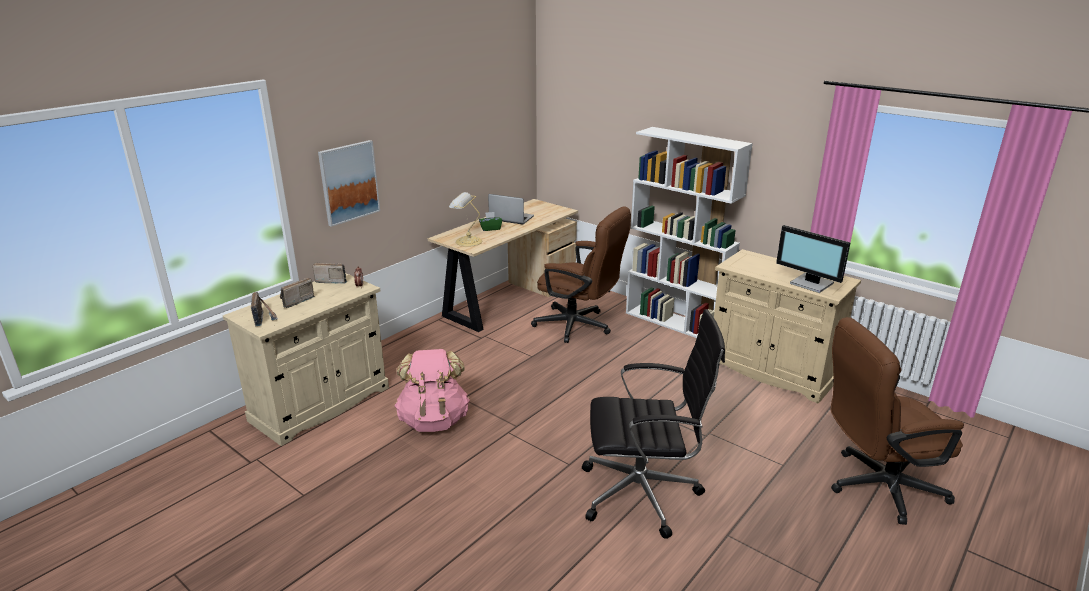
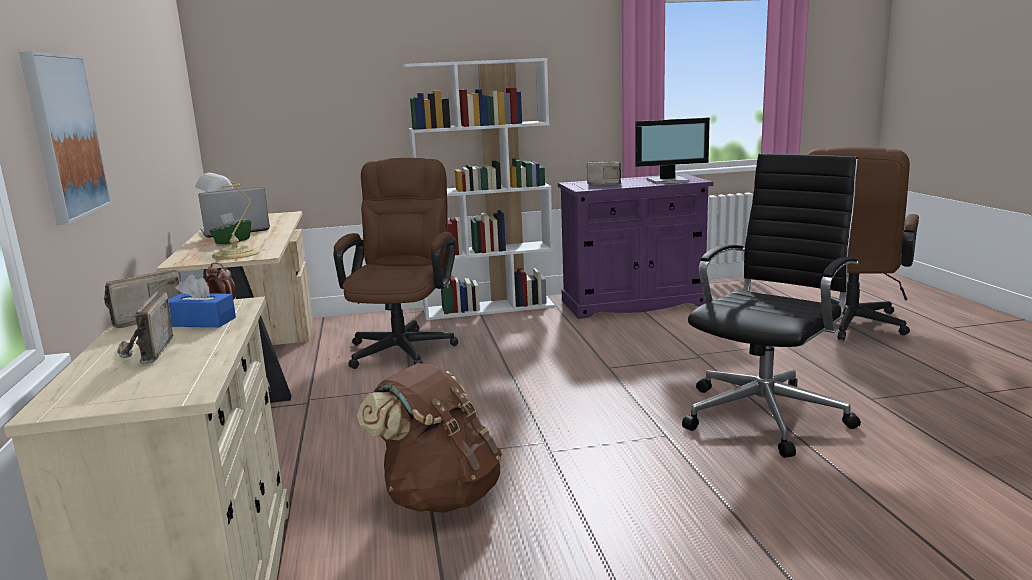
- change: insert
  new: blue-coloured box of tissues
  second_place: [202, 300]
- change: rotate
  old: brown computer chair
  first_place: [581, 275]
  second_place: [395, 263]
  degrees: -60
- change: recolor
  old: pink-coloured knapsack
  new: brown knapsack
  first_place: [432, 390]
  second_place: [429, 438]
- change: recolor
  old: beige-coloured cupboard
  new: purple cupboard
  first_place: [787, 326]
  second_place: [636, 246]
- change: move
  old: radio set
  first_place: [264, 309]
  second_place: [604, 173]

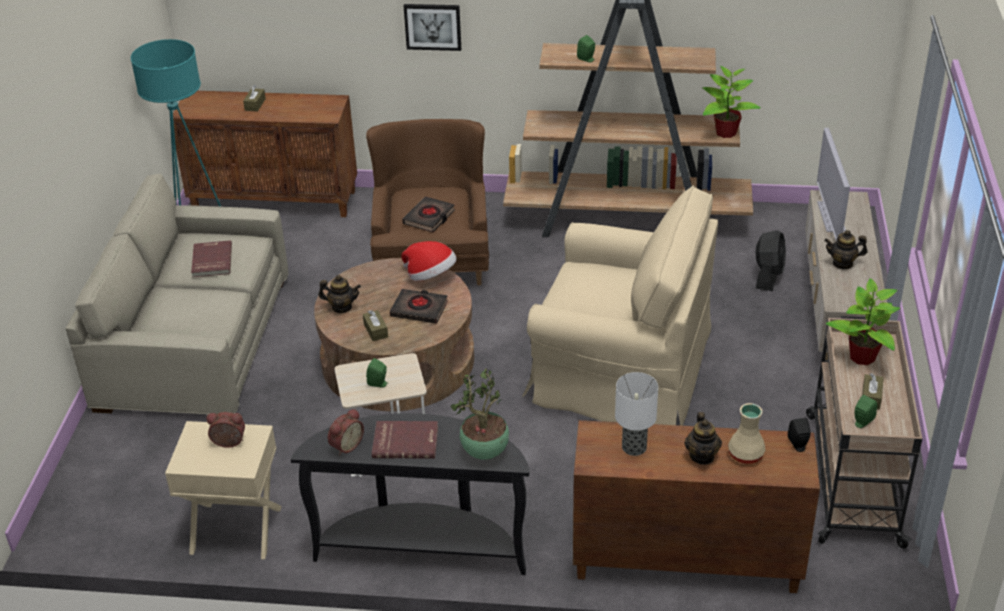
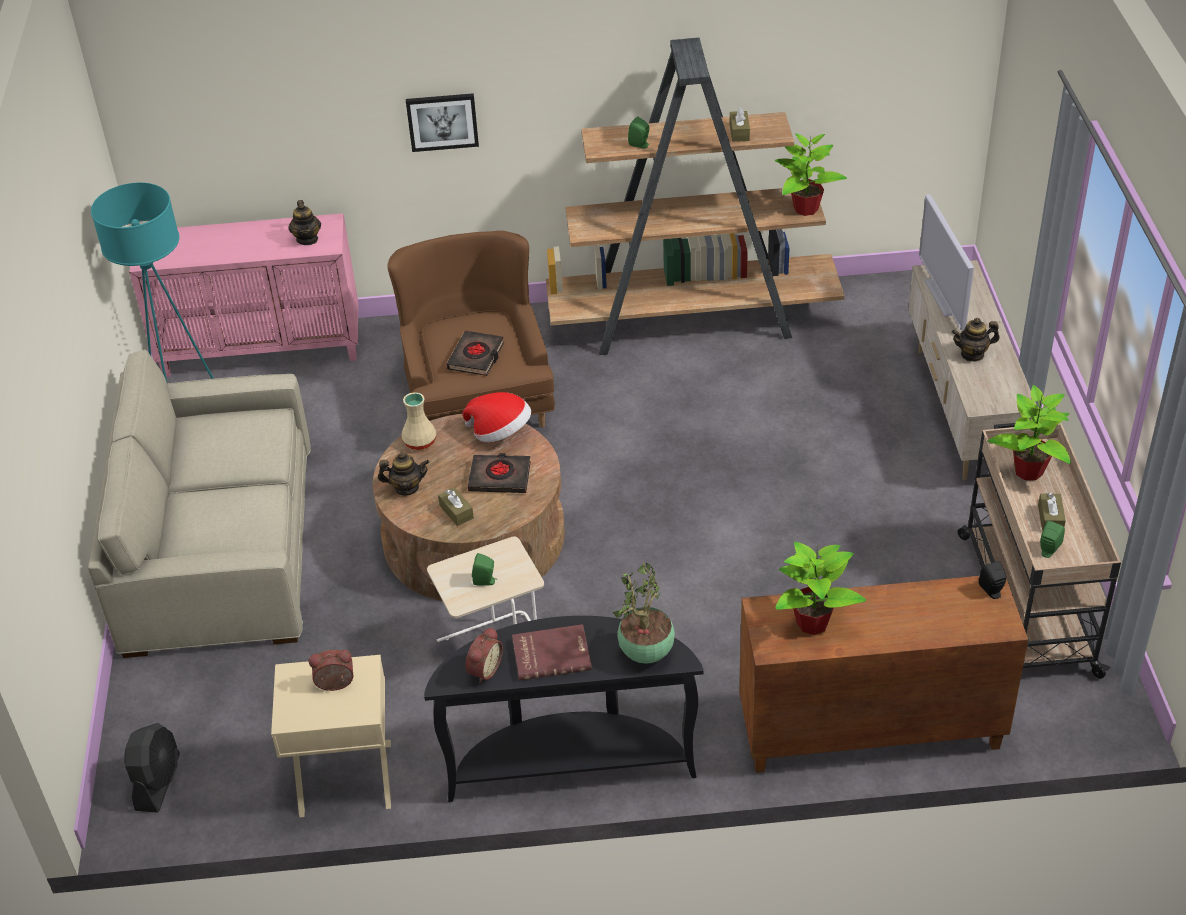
- change: move
  old: blackish electric fan
  first_place: [771, 260]
  second_place: [152, 768]
- change: recolor
  old: brown cupboard
  new: pink-coloured cupboard
  first_place: [265, 154]
  second_place: [243, 295]
- change: move
  old: tea pot
  first_place: [703, 438]
  second_place: [304, 222]
- change: move
  old: beige-coloured flower vase
  first_place: [747, 433]
  second_place: [418, 421]
- change: move
  old: brown box of tissues
  first_place: [254, 98]
  second_place: [740, 124]
- change: replace
  old: lamp for a table
  new: potted plant
  first_place: [636, 414]
  second_place: [820, 588]
- change: delete
  old: red-coloured book
  first_place: [211, 258]
- change: delete
  old: beige-coloured armchair
  first_place: [620, 306]

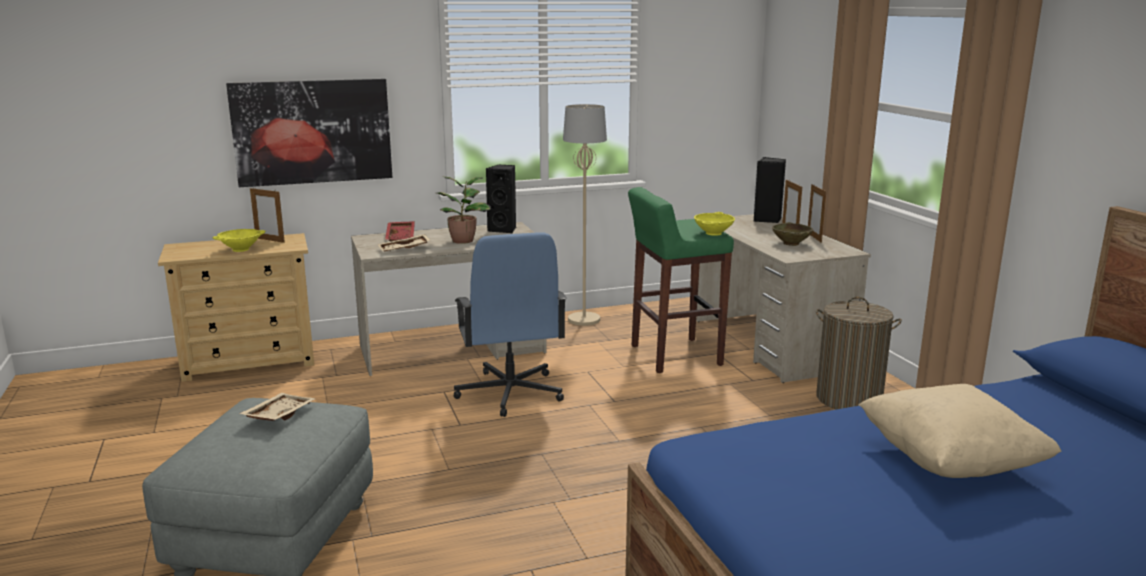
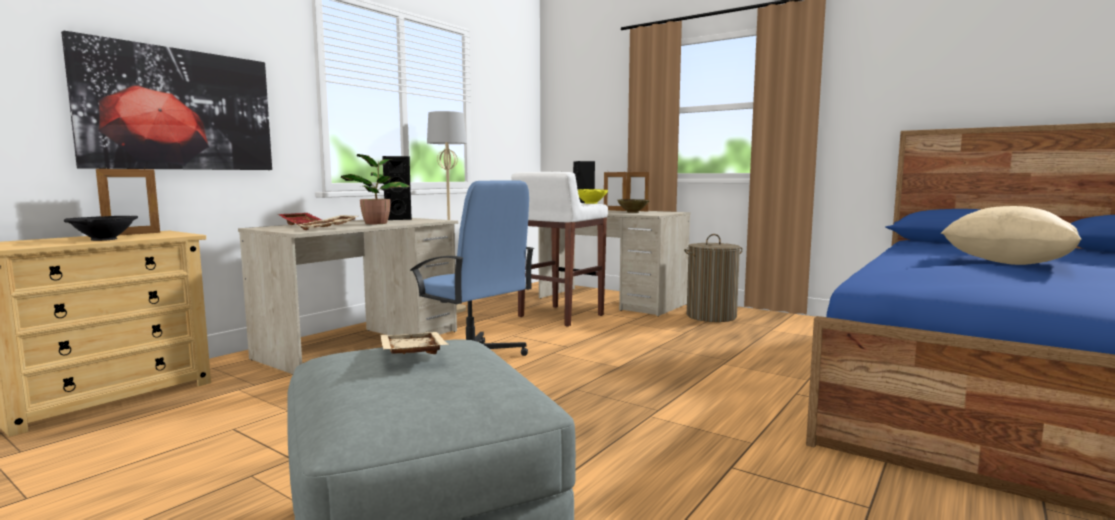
- change: recolor
  old: yellow-coloured deep dish
  new: blackish deep dish
  first_place: [239, 240]
  second_place: [101, 228]
- change: rotate
  old: standing frame
  first_place: [267, 215]
  second_place: [128, 201]
  degrees: -45
- change: recolor
  old: green sitting stool
  new: white-coloured sitting stool
  first_place: [681, 280]
  second_place: [559, 249]

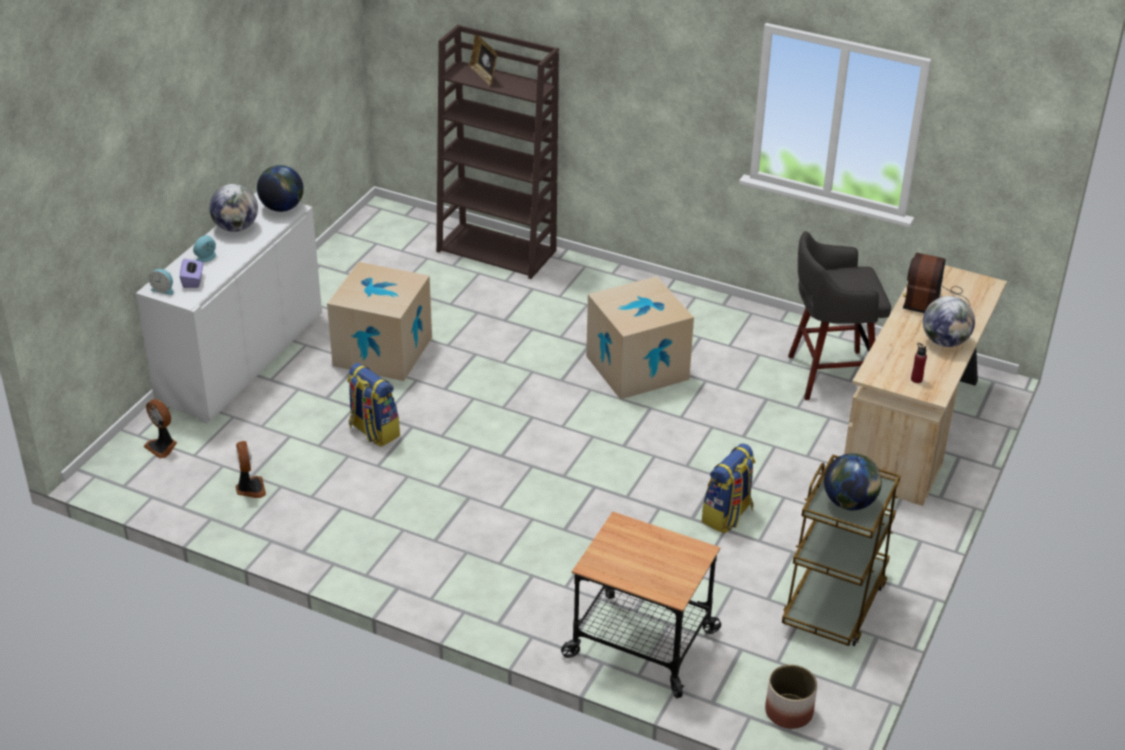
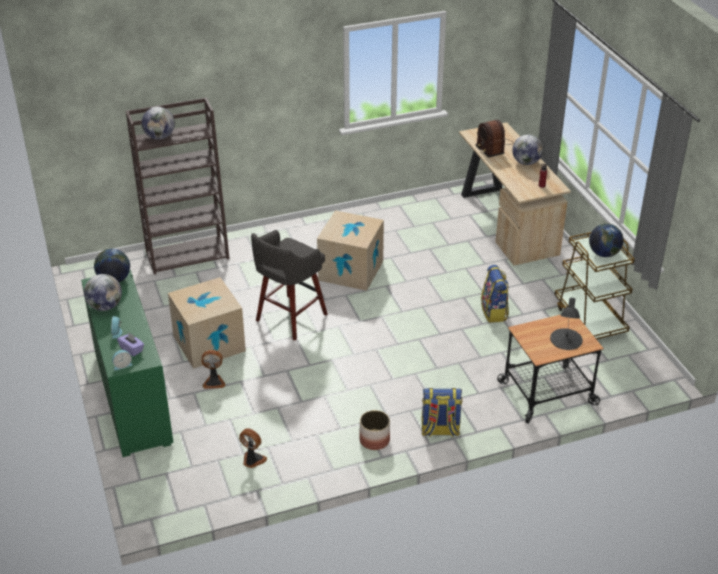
- change: recolor
  old: white-coloured cupboard
  new: green cupboard
  first_place: [229, 308]
  second_place: [127, 363]
- change: replace
  old: standing frame
  new: globe
  first_place: [483, 60]
  second_place: [158, 123]
- change: move
  old: electric fan
  first_place: [160, 429]
  second_place: [213, 369]
- change: move
  old: greyish sitting stool
  first_place: [839, 315]
  second_place: [289, 285]
- change: move
  old: planter
  first_place: [791, 697]
  second_place: [374, 430]
- change: move
  old: knapsack
  first_place: [373, 405]
  second_place: [442, 412]
- change: insert
  new: blackish lamp for a table
  second_place: [566, 324]

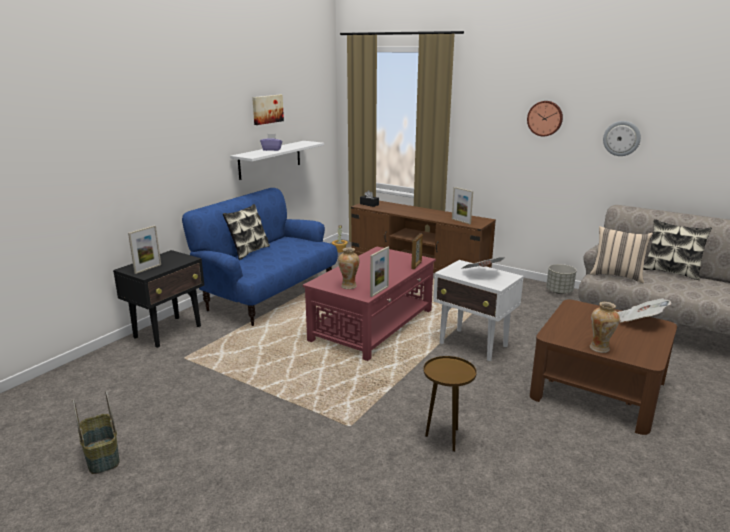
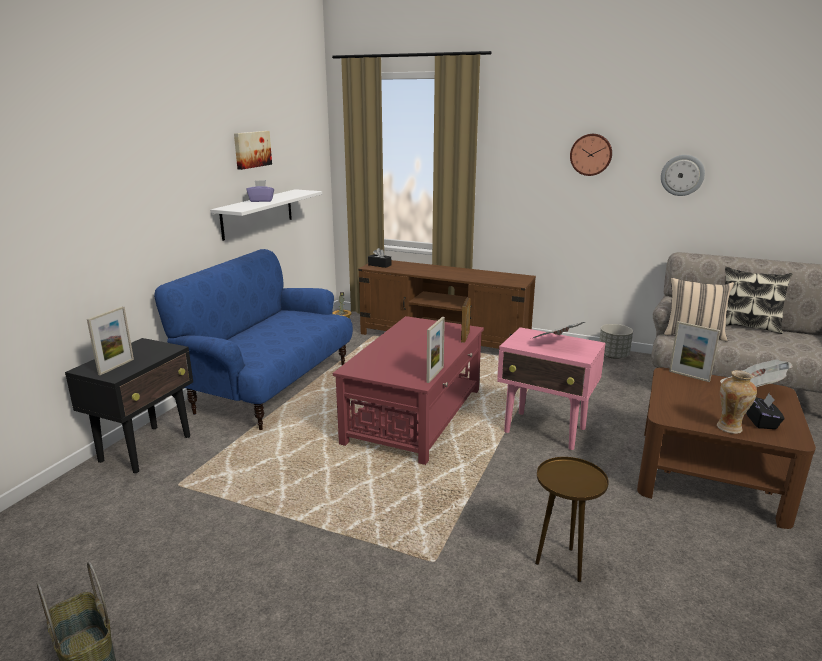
- change: recolor
  old: white-coloured end table
  new: pink-coloured end table
  first_place: [478, 310]
  second_place: [551, 388]
- change: move
  old: standing frame
  first_place: [462, 205]
  second_place: [694, 351]
- change: insert
  new: blackish box of tissues
  second_place: [765, 411]
- change: delete
  old: throw pillow
  first_place: [246, 232]
- change: delete
  old: flower vase
  first_place: [348, 268]

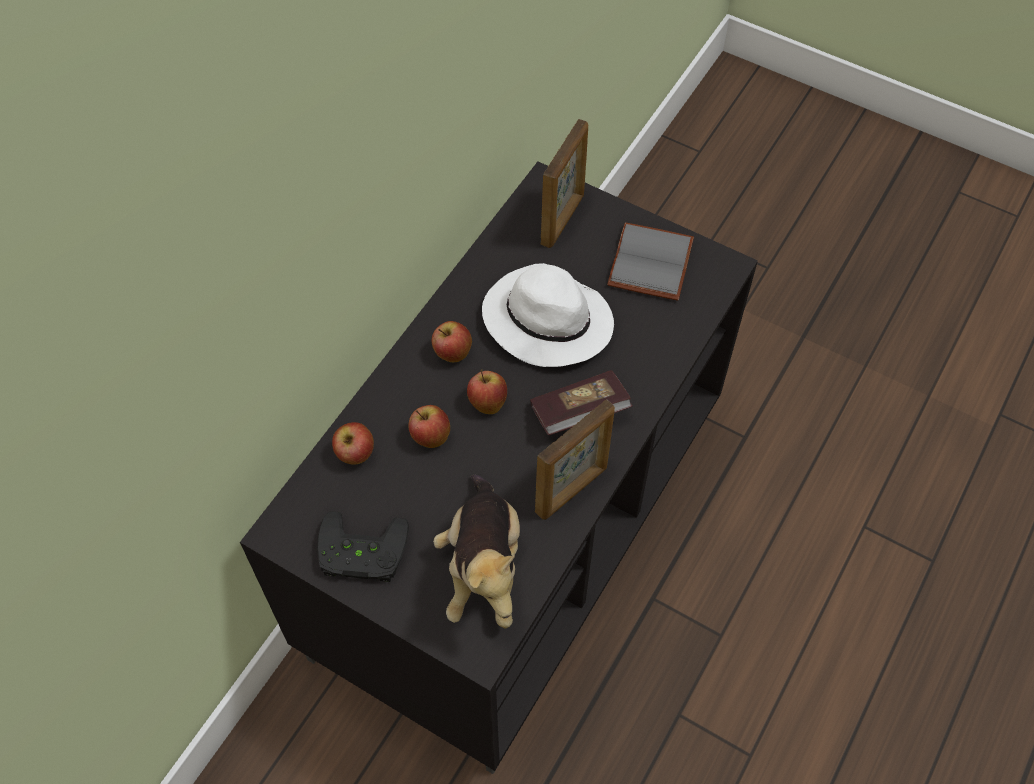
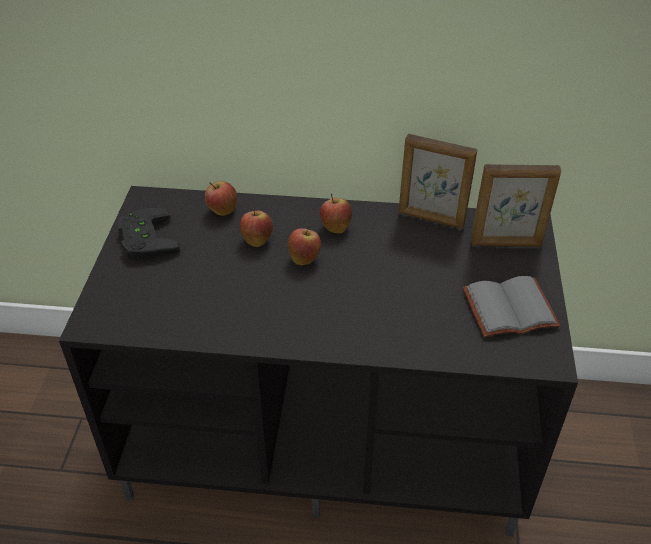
- change: move
  old: standing frame
  first_place: [575, 460]
  second_place: [438, 181]
- change: delete
  old: soft toy
  first_place: [476, 552]
- change: delete
  old: white-coloured wearable hat
  first_place: [548, 315]
- change: delete
  old: book
  first_place: [581, 402]

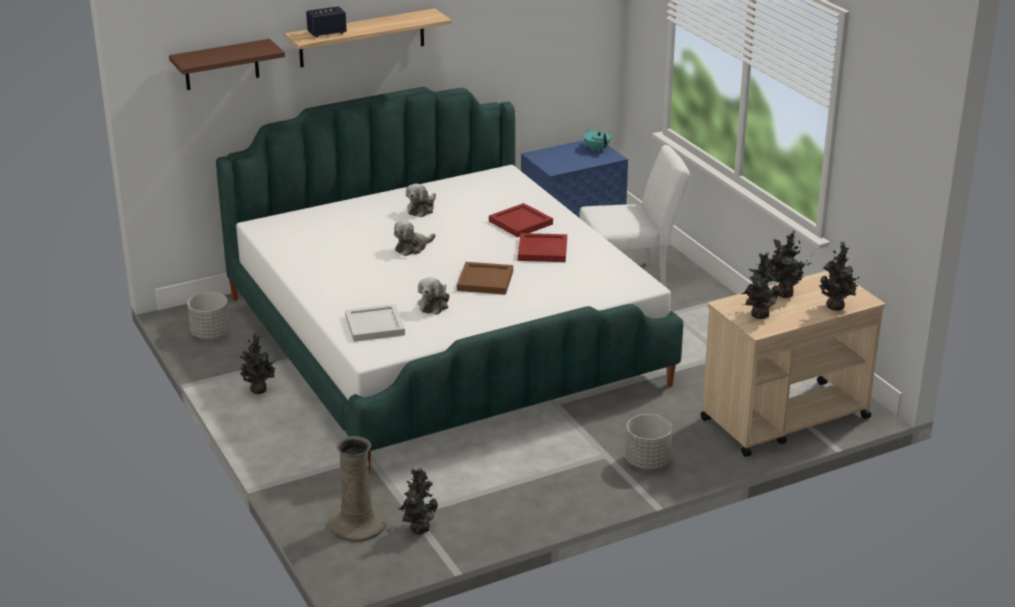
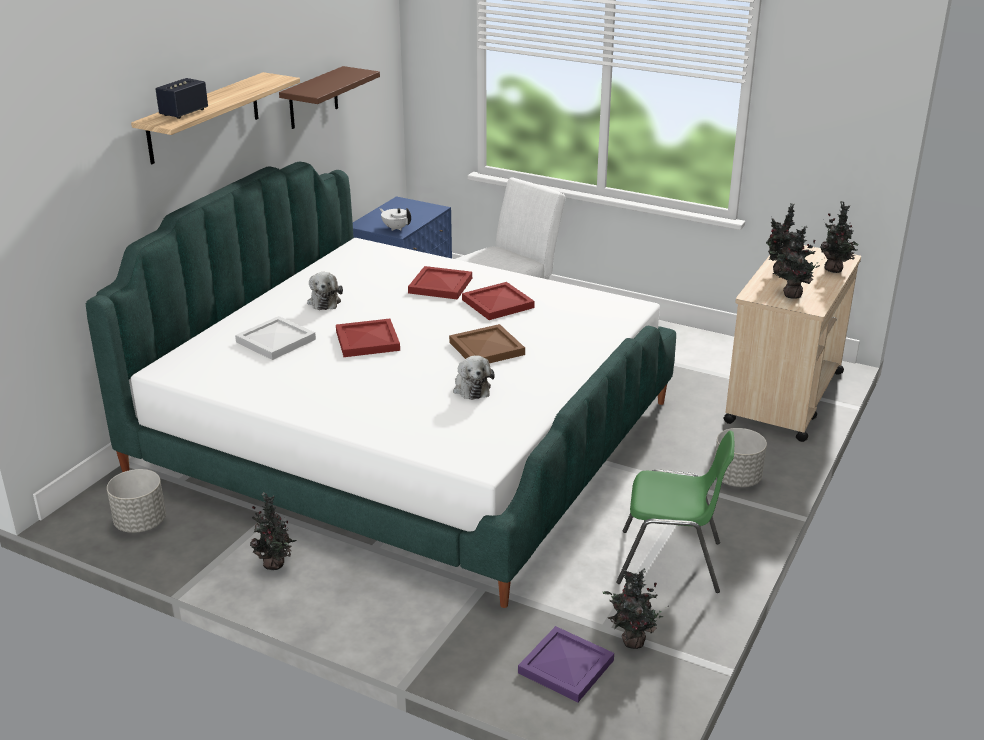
- change: move
  old: white-coloured serving tray
  first_place: [375, 323]
  second_place: [275, 338]
- change: move
  old: brown bracket shelf
  first_place: [227, 64]
  second_place: [329, 97]
- change: replace
  old: soft toy
  new: red-coloured serving tray
  first_place: [415, 238]
  second_place: [368, 338]
- change: insert
  new: white-coloured tea pot
  second_place: [395, 219]
- change: replace
  old: beige-coloured flower vase
  new: purple serving tray
  first_place: [358, 489]
  second_place: [566, 664]
- change: insert
  new: green upright chair
  second_place: [675, 511]
- change: delete
  old: blue-green tea pot
  first_place: [597, 140]

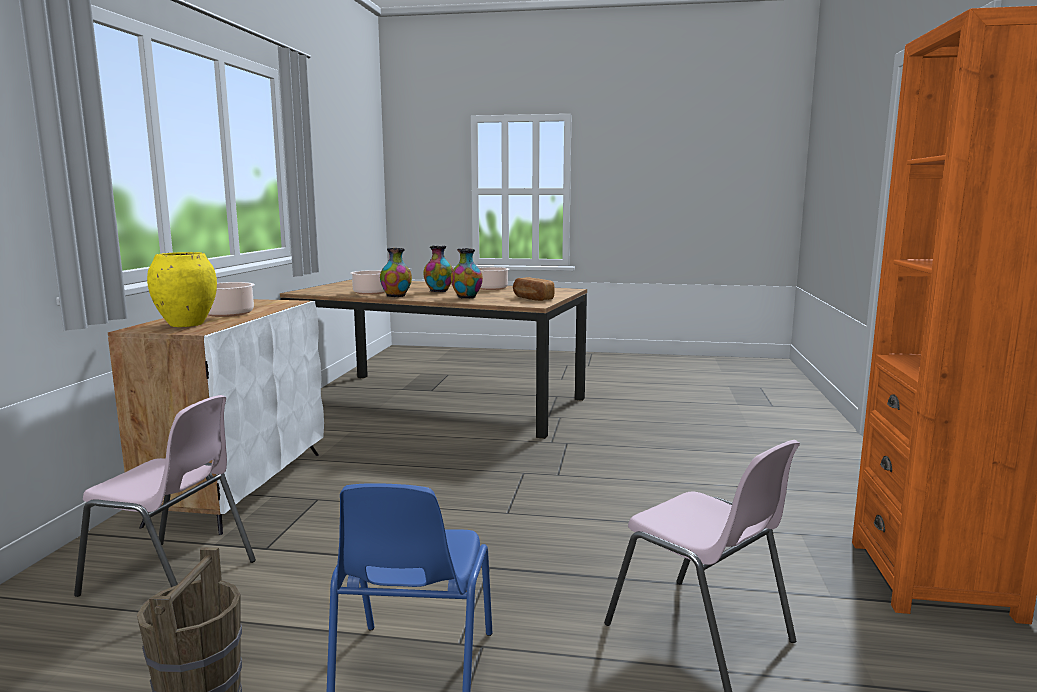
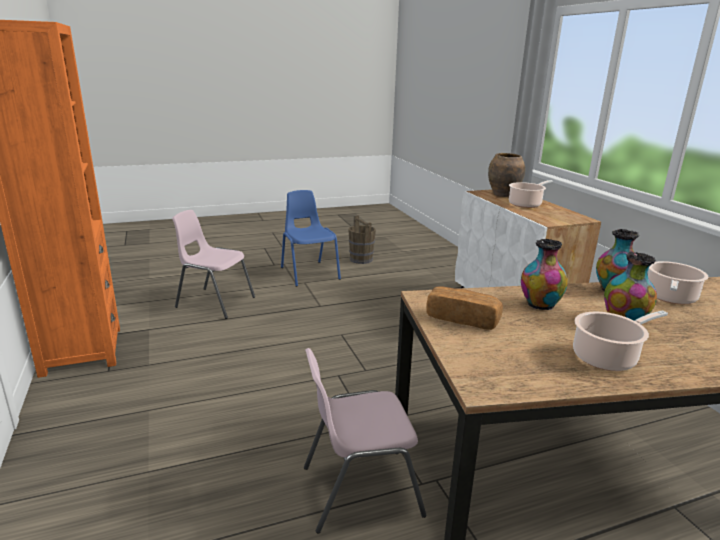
- change: move
  old: pink-coloured upright chair
  first_place: [165, 496]
  second_place: [365, 441]
- change: recolor
  old: yellow-coloured flower vase
  new: brown flower vase
  first_place: [182, 289]
  second_place: [506, 175]

